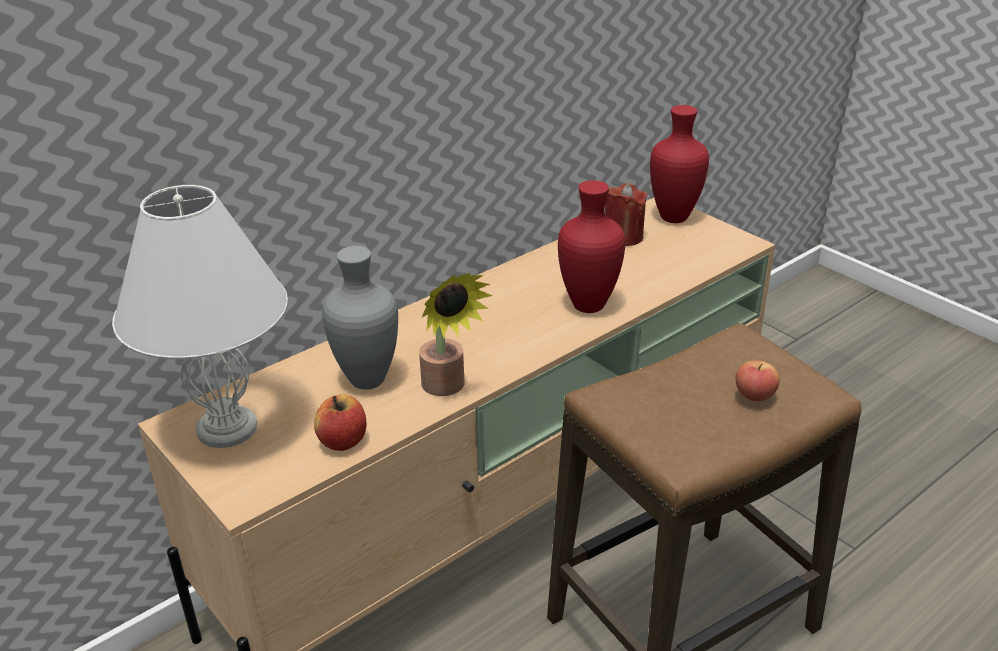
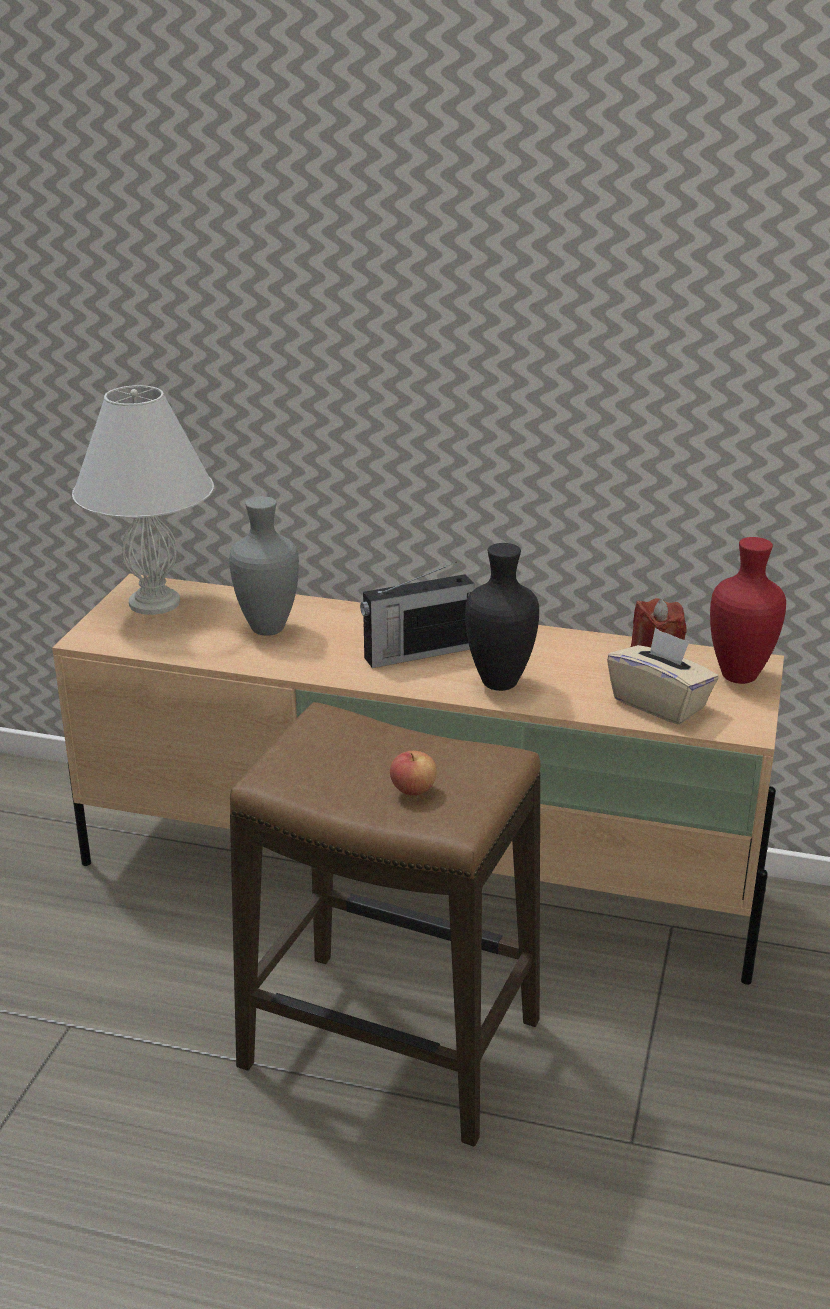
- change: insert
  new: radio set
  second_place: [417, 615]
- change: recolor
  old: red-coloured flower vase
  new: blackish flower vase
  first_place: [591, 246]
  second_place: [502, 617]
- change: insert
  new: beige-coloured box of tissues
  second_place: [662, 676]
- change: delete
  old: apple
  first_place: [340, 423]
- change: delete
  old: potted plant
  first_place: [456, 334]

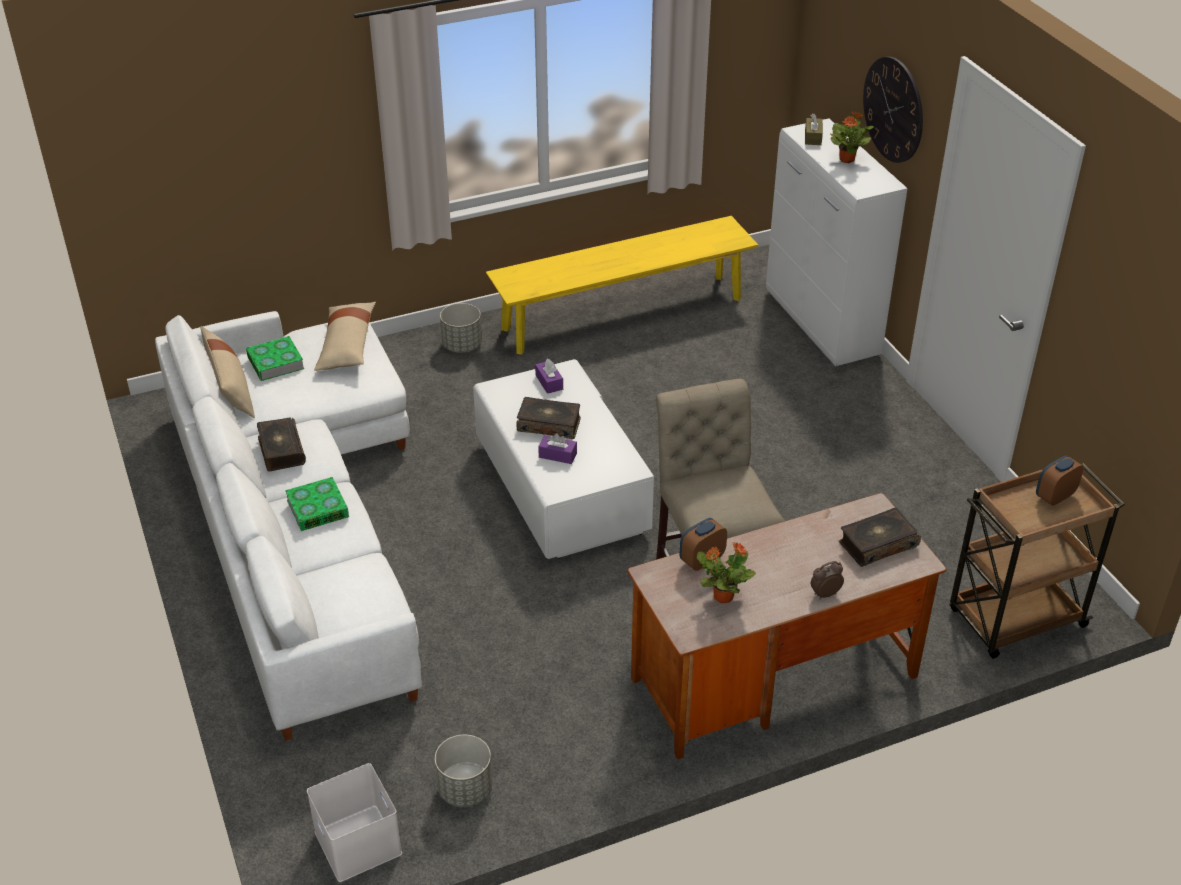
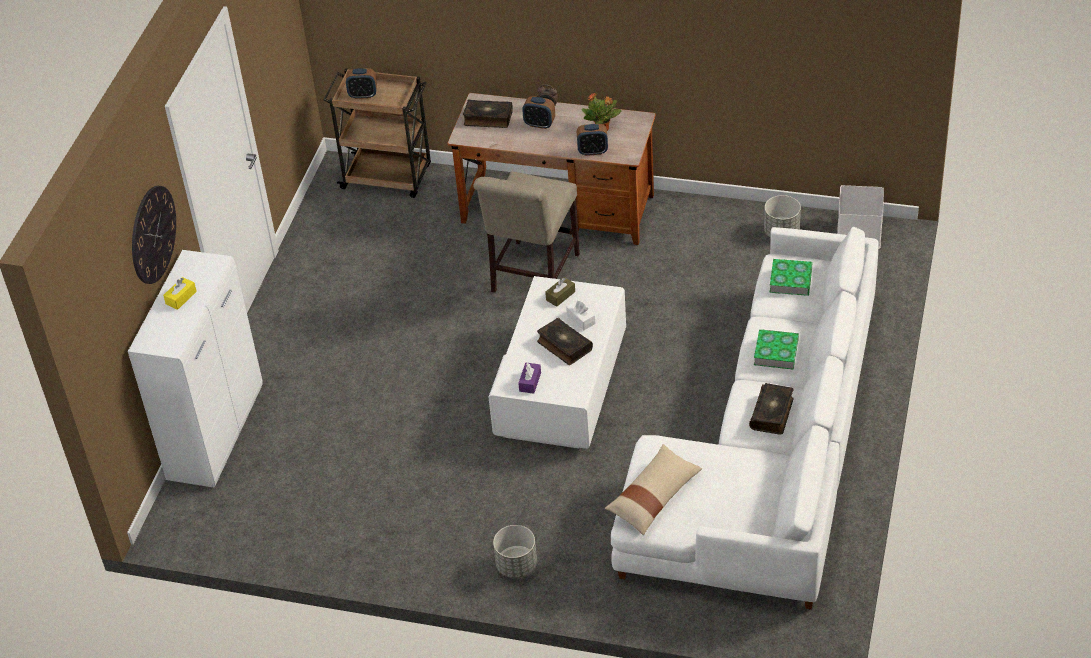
- change: replace
  old: potted plant
  new: yellow-coloured box of tissues
  first_place: [852, 137]
  second_place: [180, 293]
- change: insert
  new: alarm clock
  second_place: [538, 112]
- change: move
  old: brown box of tissues
  first_place: [814, 129]
  second_place: [560, 292]
- change: recolor
  old: purple box of tissues
  new: white-coloured box of tissues
  first_place: [557, 448]
  second_place: [580, 315]
- change: move
  old: book
  first_place: [275, 358]
  second_place: [791, 277]
- change: delete
  old: beige-coloured throw pillow
  first_place: [227, 372]
- change: delete
  old: yellow-coloured indoor bench
  first_place: [622, 285]

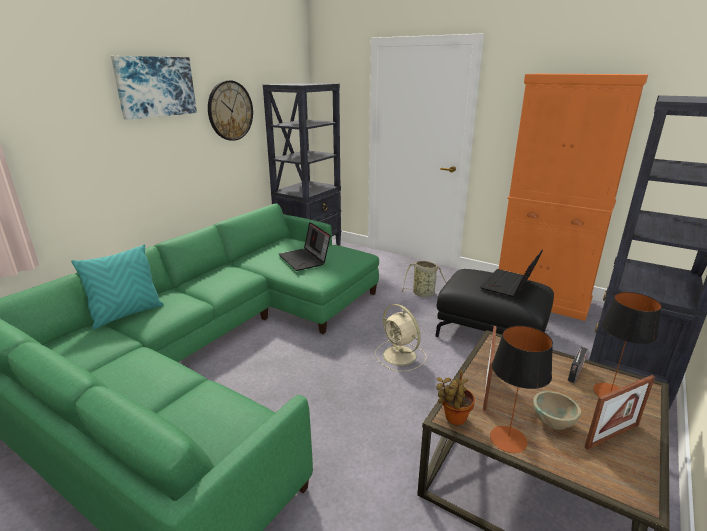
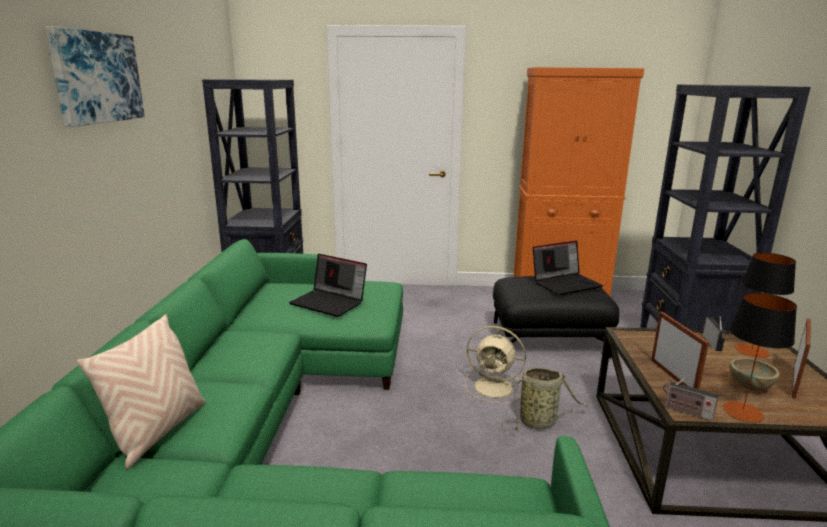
- change: recolor
  old: blue-green throw pillow
  new: beige-coloured throw pillow
  first_place: [117, 287]
  second_place: [141, 391]
- change: move
  old: household basket
  first_place: [424, 279]
  second_place: [545, 399]
- change: rotate
  old: laptop
  first_place: [511, 273]
  second_place: [568, 268]
  degrees: -120
- change: replace
  old: potted plant
  new: radio set
  first_place: [455, 397]
  second_place: [690, 398]
- change: delete
  old: clock on the wall
  first_place: [230, 110]

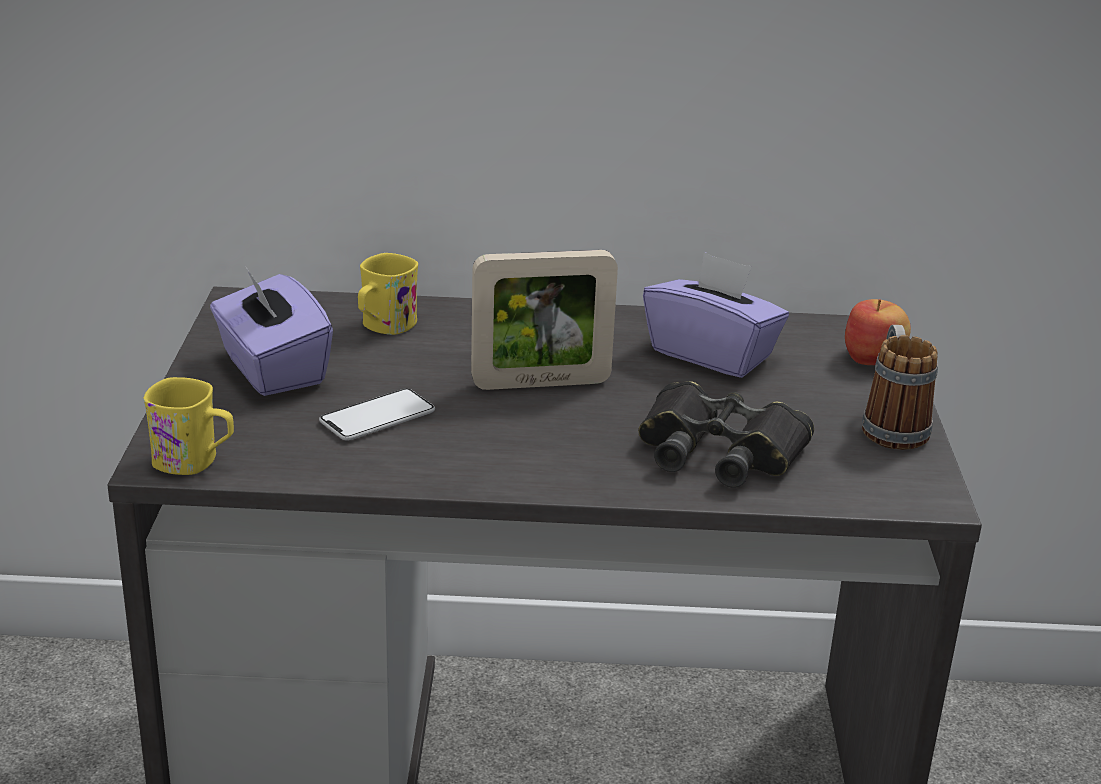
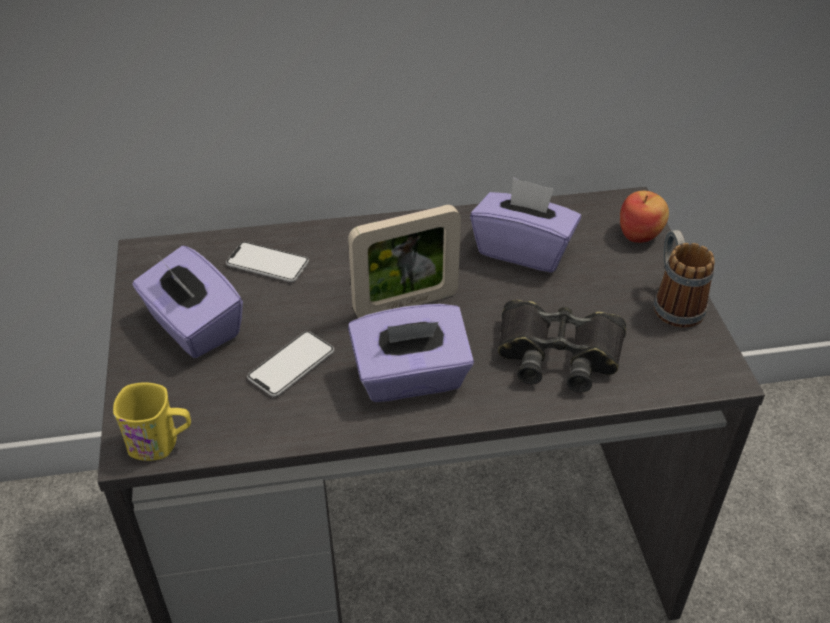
- change: replace
  old: yellow-coloured coffee mug
  new: phone
  first_place: [388, 294]
  second_place: [267, 262]
- change: insert
  new: purple box of tissues
  second_place: [411, 353]

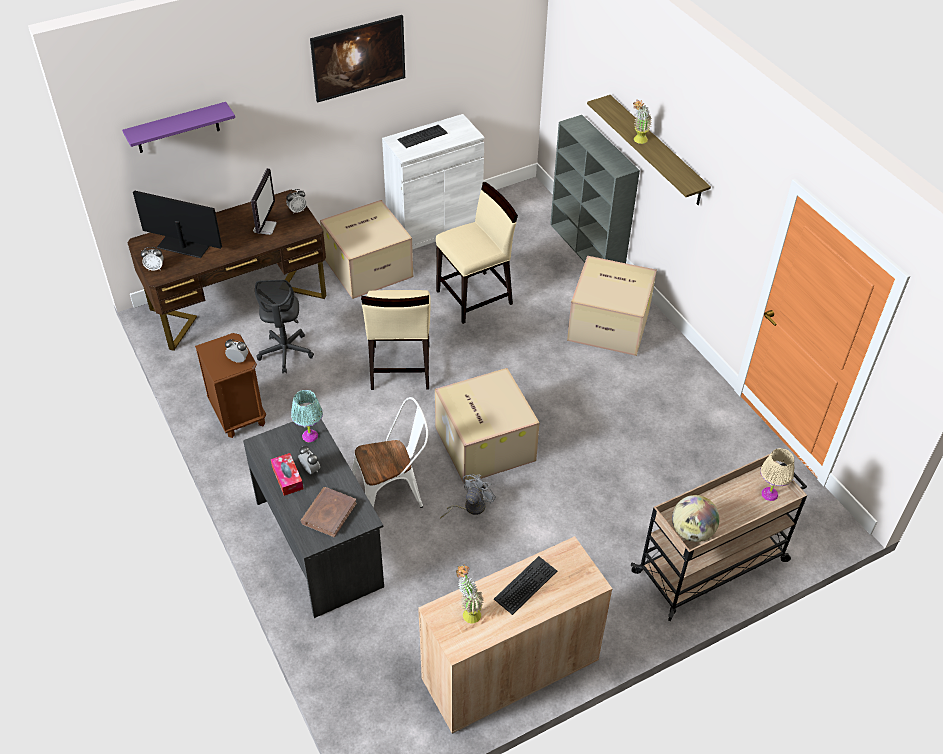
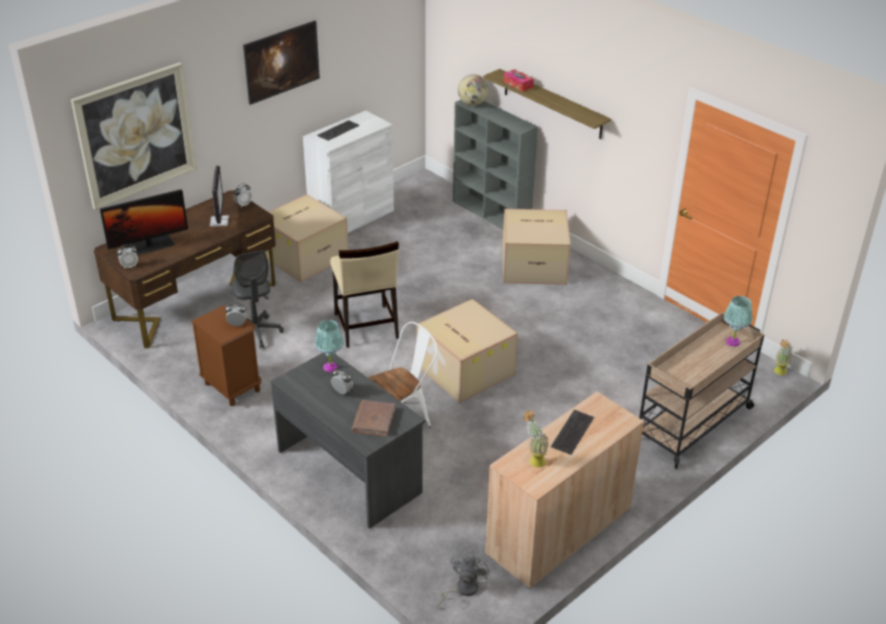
- change: replace
  old: purple bracket shelf
  new: wall picture
  first_place: [178, 127]
  second_place: [134, 136]
- change: rotate
  old: computer screen
  first_place: [177, 224]
  second_place: [144, 222]
  degrees: 150
- change: move
  old: greyish electric fan
  first_place: [468, 496]
  second_place: [462, 579]
- change: move
  old: globe
  first_place: [696, 518]
  second_place: [473, 90]
- change: move
  old: box of tissues
  first_place: [287, 474]
  second_place: [519, 80]
- change: recolor
  old: beige-coloured lamp for a table
  new: blue-green lamp for a table
  first_place: [777, 474]
  second_place: [738, 321]
- change: move
  old: potted plant
  first_place: [642, 121]
  second_place: [783, 357]
- change: delete
  old: beige-coloured upright chair
  first_place: [477, 253]

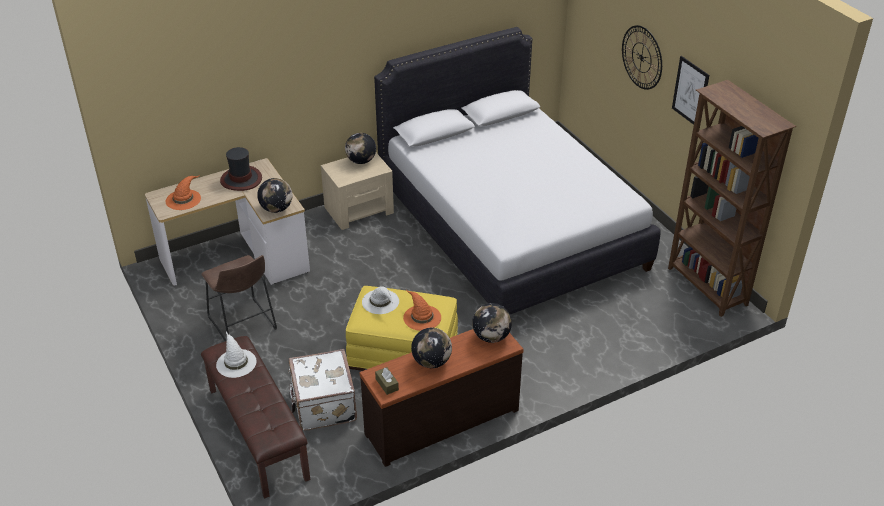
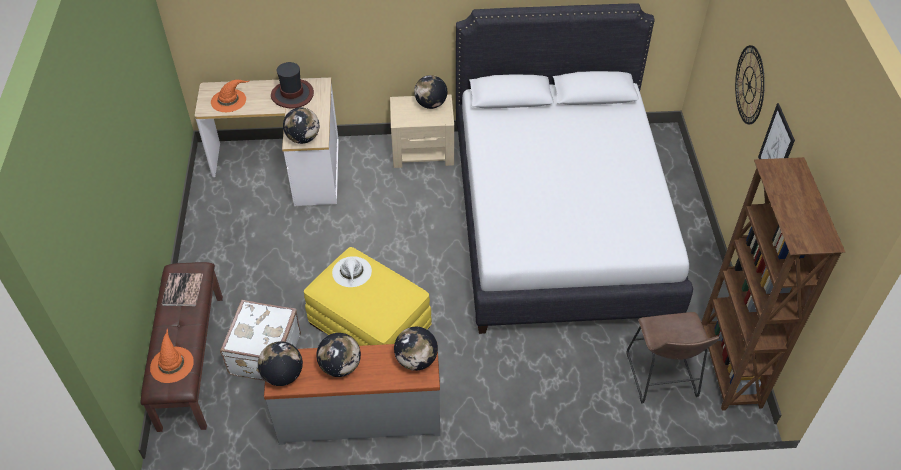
- change: move
  old: orange-coloured wearable hat
  first_place: [422, 310]
  second_place: [172, 356]
- change: replace
  old: white-coloured wearable hat
  new: book
  first_place: [236, 355]
  second_place: [182, 289]
- change: replace
  old: brown box of tissues
  new: globe
  first_place: [387, 381]
  second_place: [280, 363]
- change: recolor
  old: brown drawer chest
  new: greyish drawer chest
  first_place: [442, 398]
  second_place: [352, 394]
- change: move
  old: brown sitting stool
  first_place: [239, 298]
  second_place: [673, 358]

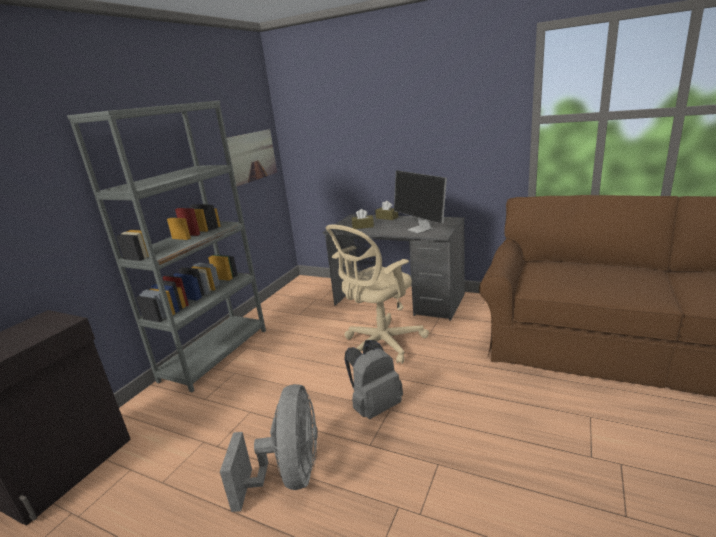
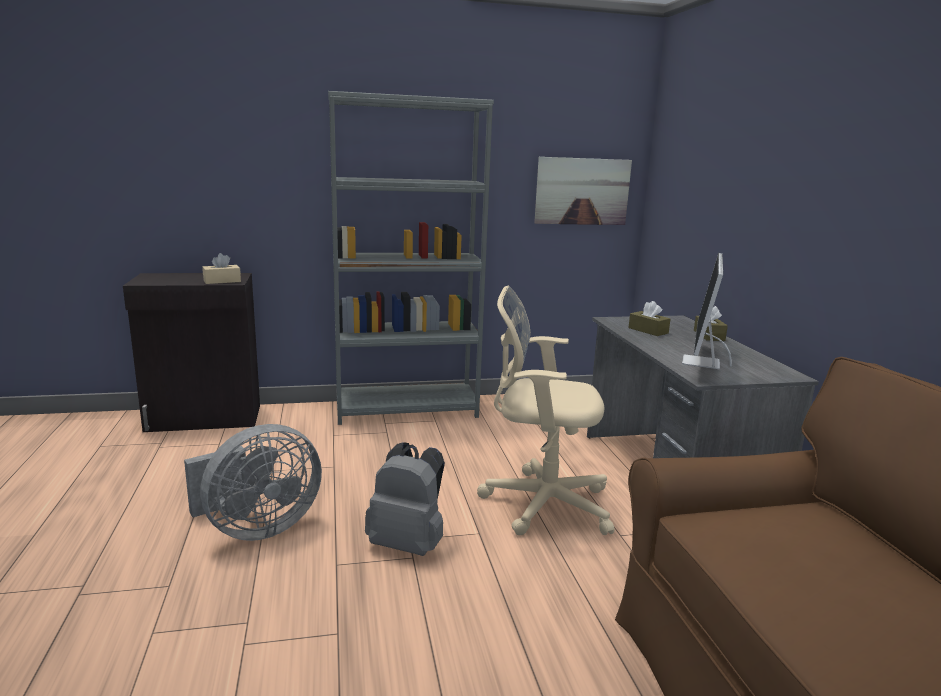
- change: insert
  new: beige-coloured box of tissues
  second_place: [221, 268]

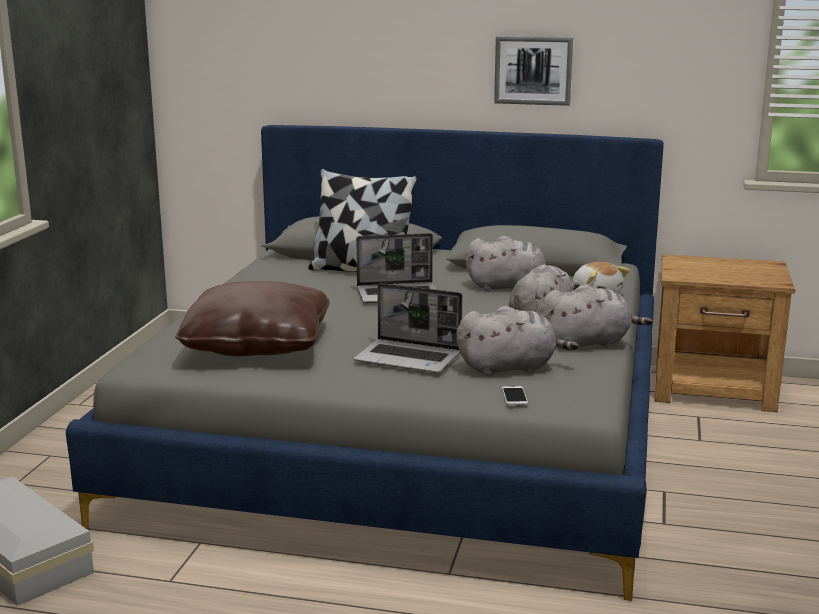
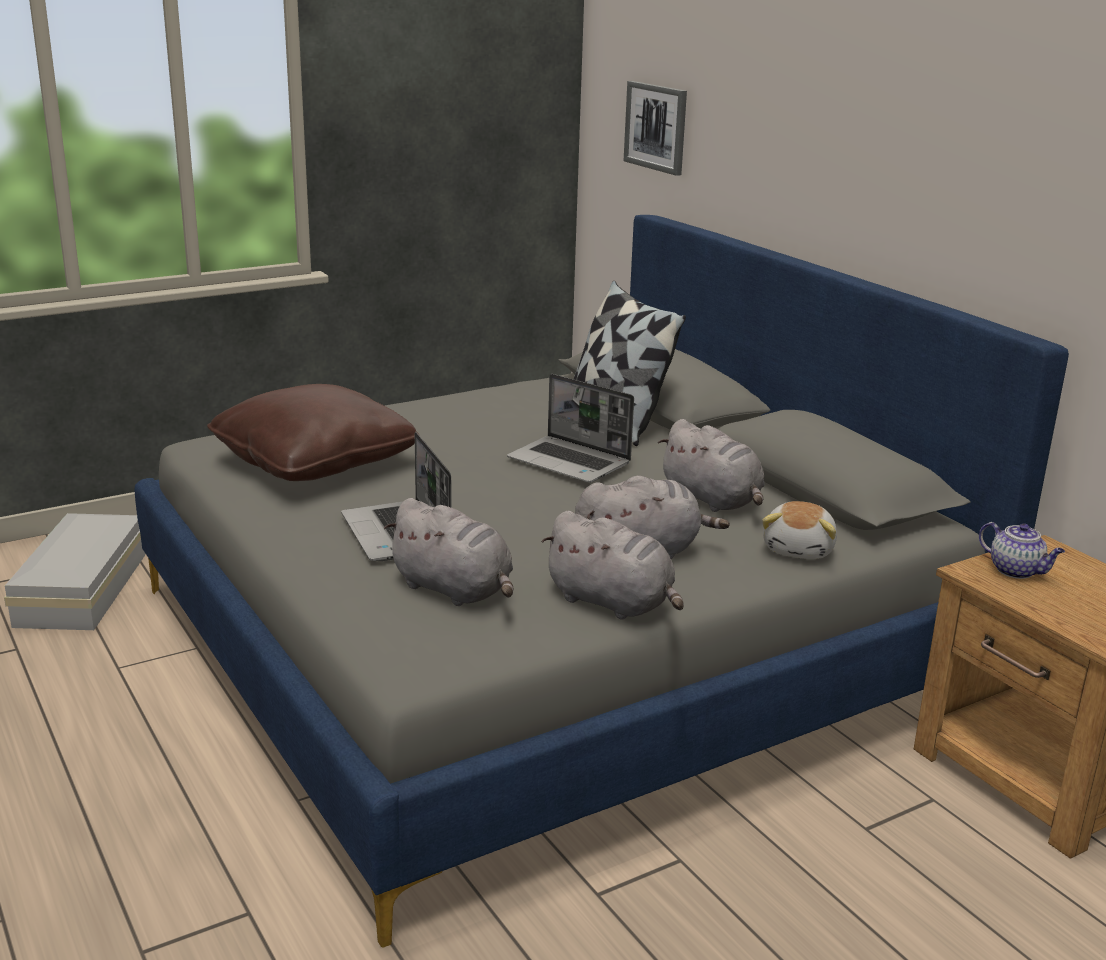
- change: move
  old: wall picture
  first_place: [533, 71]
  second_place: [655, 128]
- change: insert
  new: tea pot
  second_place: [1022, 550]
- change: delete
  old: phone
  first_place: [515, 395]

